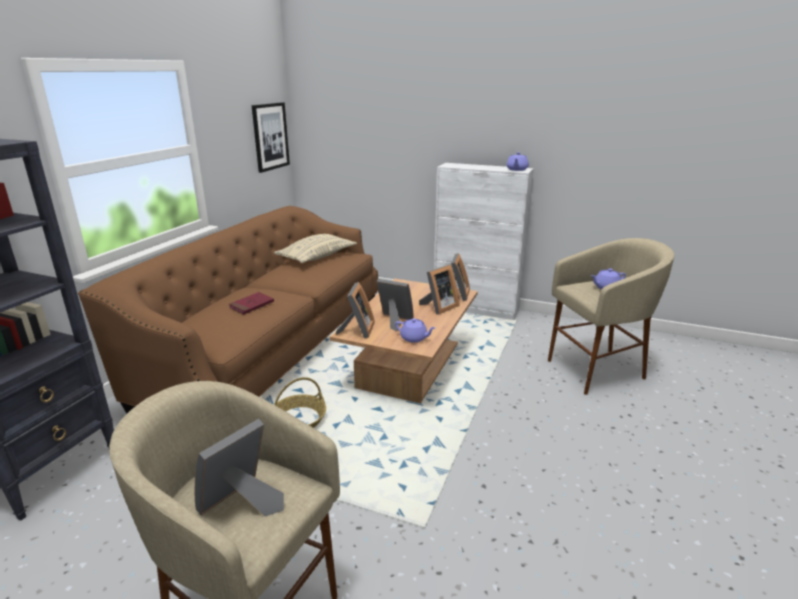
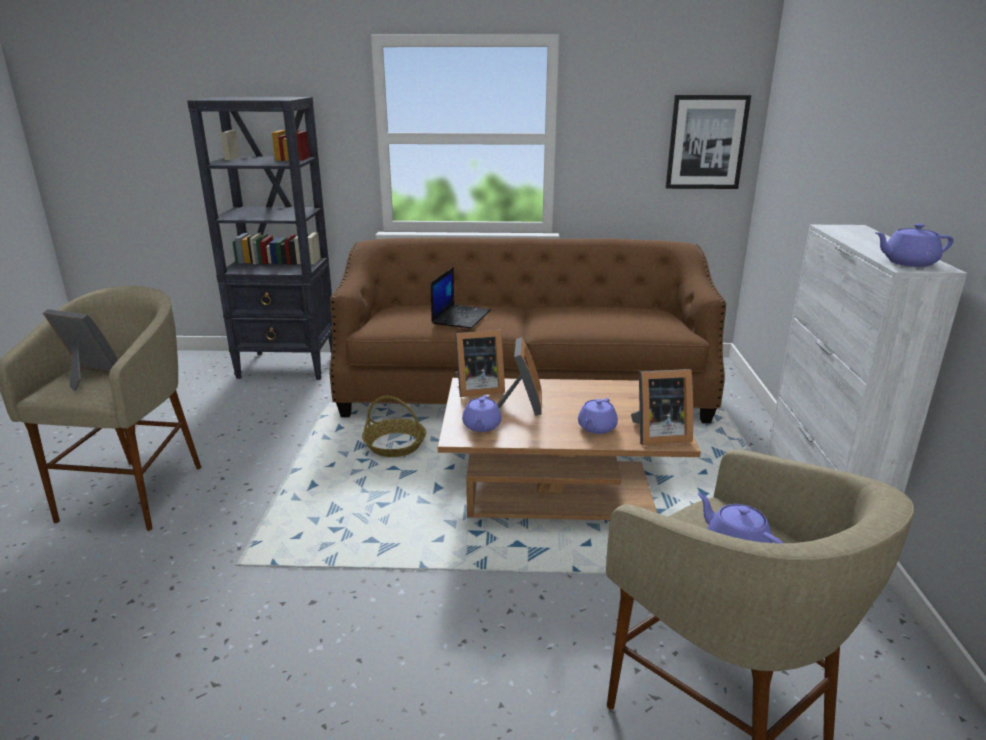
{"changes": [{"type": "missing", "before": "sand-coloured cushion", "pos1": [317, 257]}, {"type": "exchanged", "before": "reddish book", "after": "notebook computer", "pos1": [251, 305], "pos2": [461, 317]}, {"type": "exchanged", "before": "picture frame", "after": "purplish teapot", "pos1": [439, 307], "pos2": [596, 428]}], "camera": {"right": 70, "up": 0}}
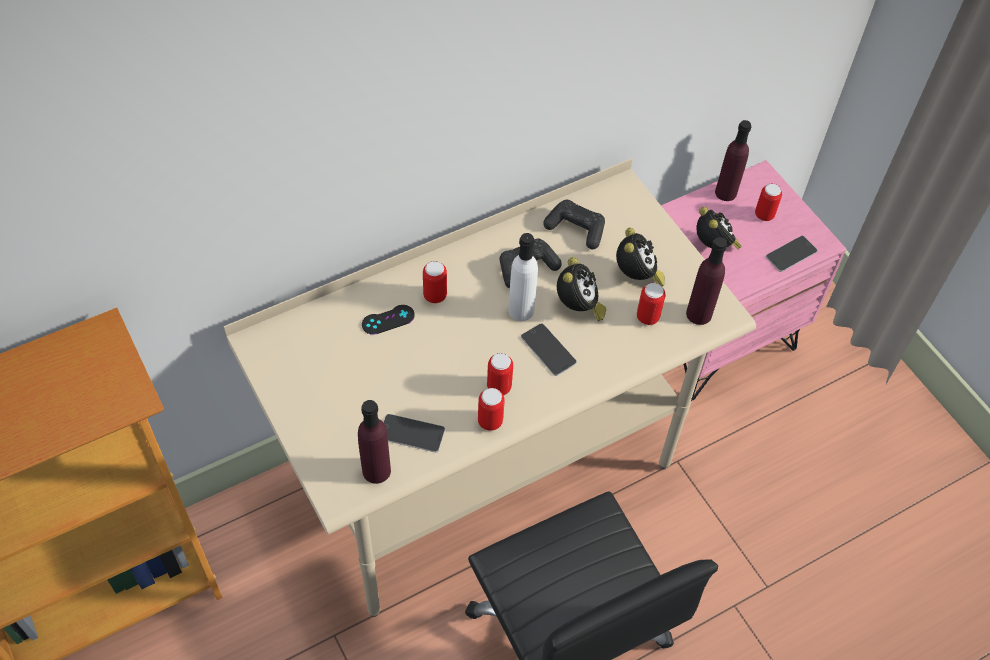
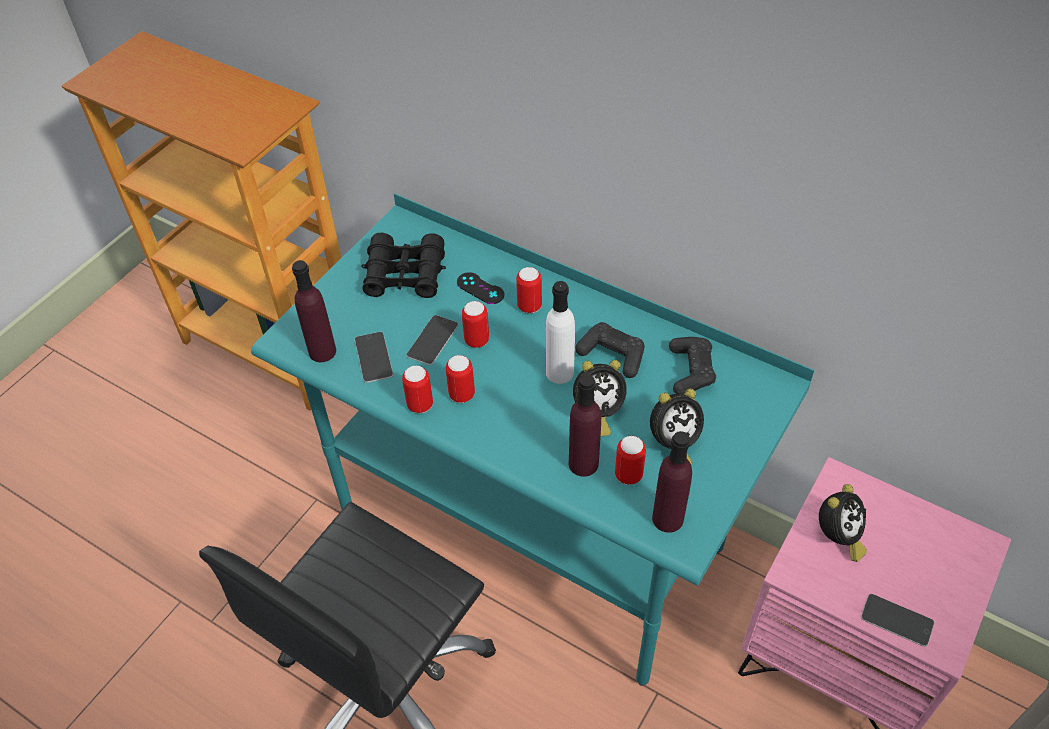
{"changes": [{"type": "appeared", "after": "black-coloured binoculars", "pos2": [405, 274]}, {"type": "relocated", "before": "phone", "pos1": [548, 349], "pos2": [432, 340]}, {"type": "relocated", "before": "purplish bottle", "pos1": [726, 192], "pos2": [583, 463]}, {"type": "relocated", "before": "sealed can", "pos1": [764, 215], "pos2": [477, 340]}, {"type": "colour", "before": "sand-coloured desk unit", "after": "turquoise desk unit", "pos1": [486, 474], "pos2": [531, 532]}], "camera": {"right": 65, "up": -5}}
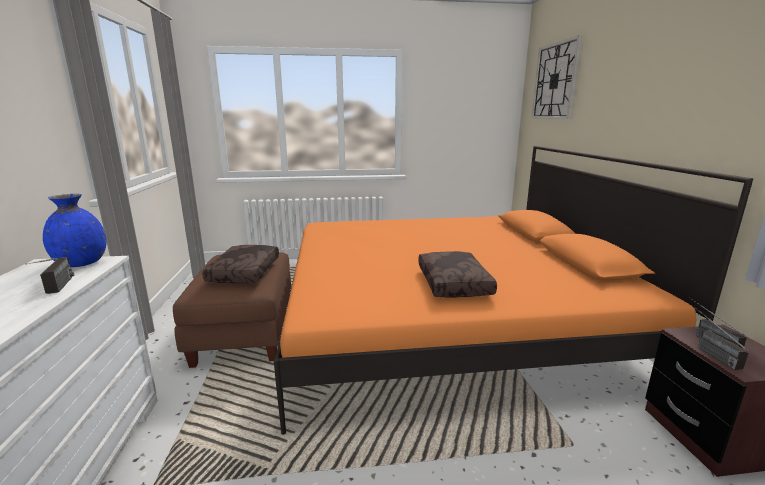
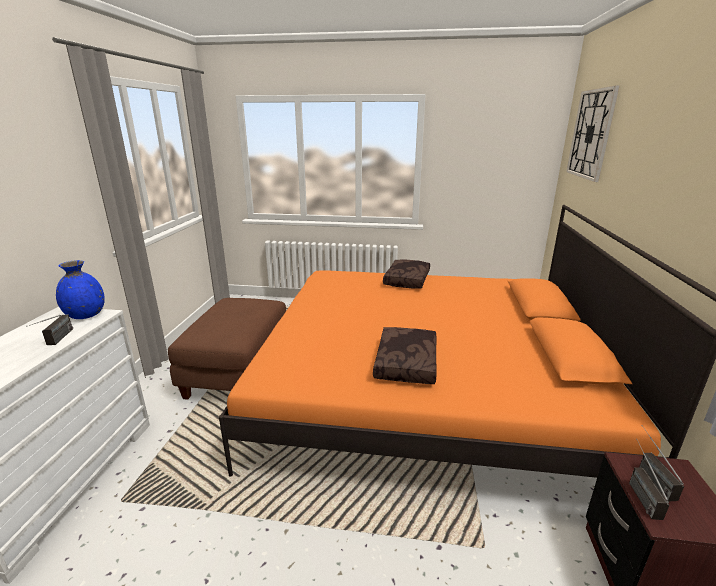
{"changes": [{"type": "relocated", "before": "brown cushion", "pos1": [245, 272], "pos2": [408, 280]}], "camera": {"right": 15, "up": 5}}
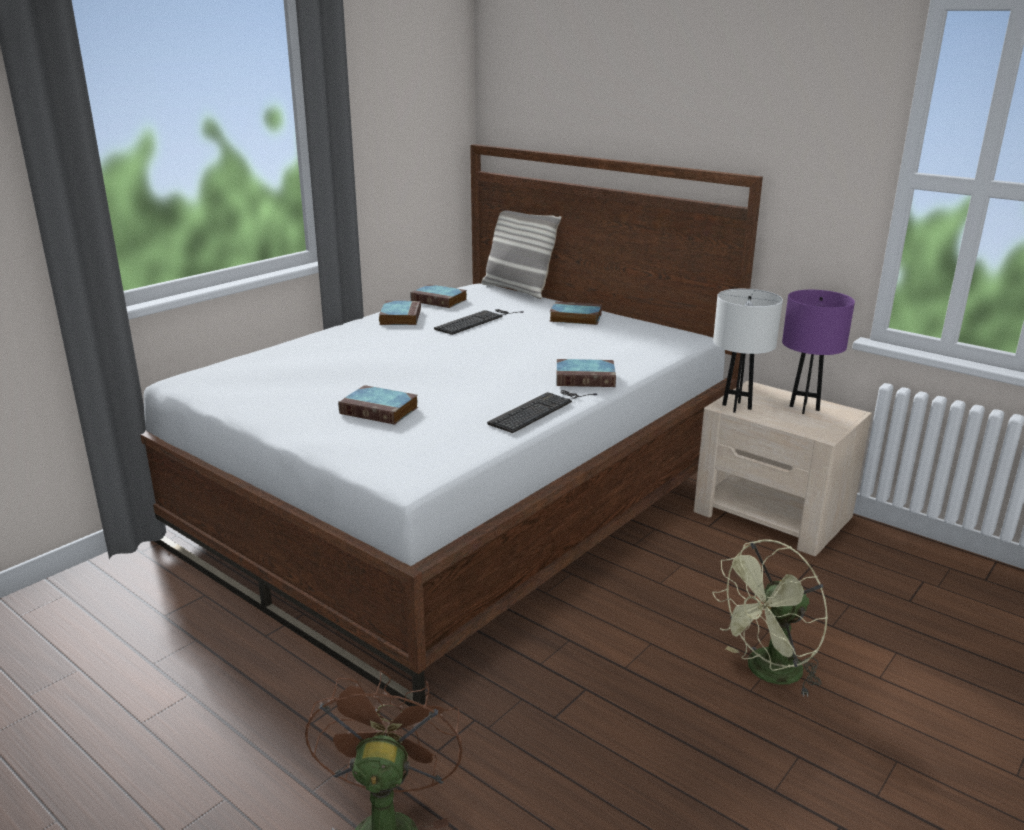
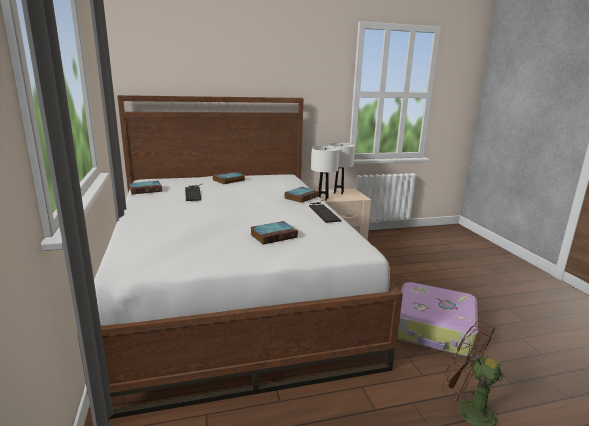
{"changes": [{"type": "missing", "before": "book", "pos1": [400, 317]}, {"type": "missing", "before": "cushion", "pos1": [517, 290]}, {"type": "missing", "before": "green fan", "pos1": [767, 673]}, {"type": "appeared", "after": "travel case", "pos2": [433, 329]}, {"type": "colour", "before": "purplish lamp for a table", "after": "white-coloured lamp for a table", "pos1": [804, 408], "pos2": [338, 192]}], "camera": {"right": -55, "up": -5}}
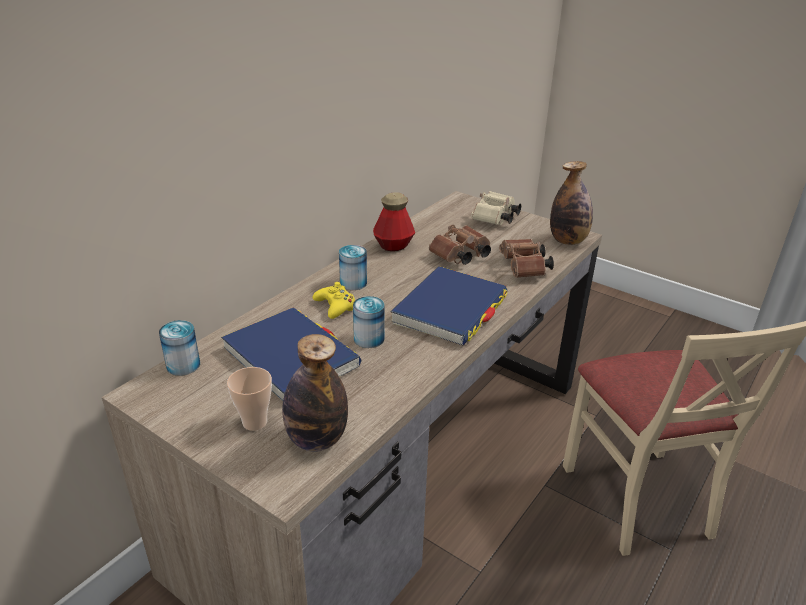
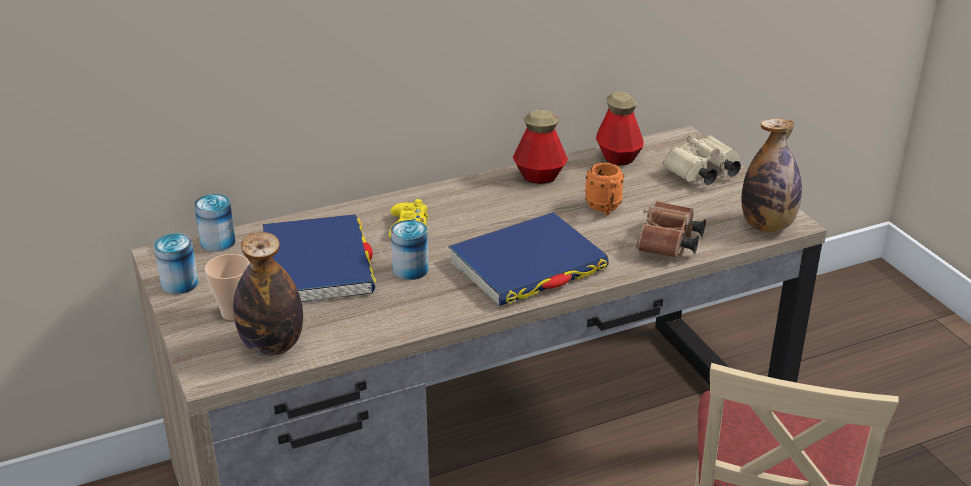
{"changes": [{"type": "appeared", "after": "bottle", "pos2": [618, 157]}, {"type": "relocated", "before": "sealed can", "pos1": [353, 283], "pos2": [179, 284]}, {"type": "exchanged", "before": "brown binoculars", "after": "orange tea mug", "pos1": [459, 256], "pos2": [604, 209]}], "camera": {"right": 30, "up": 0}}
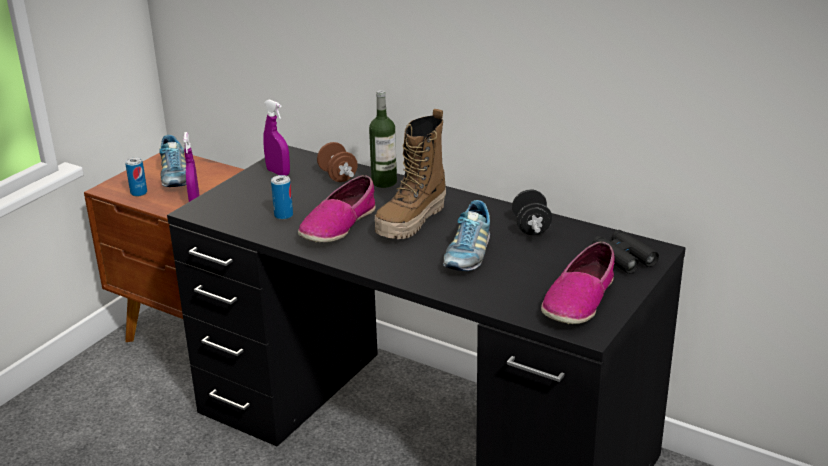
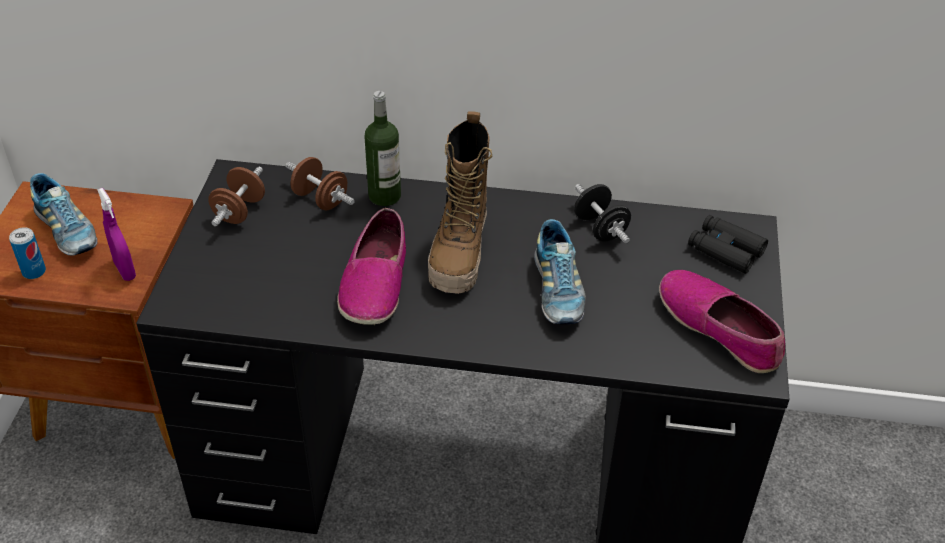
{"changes": [{"type": "missing", "before": "sealed can", "pos1": [283, 215]}, {"type": "exchanged", "before": "purplish spray bottle", "after": "brown free weight", "pos1": [278, 172], "pos2": [239, 211]}, {"type": "spun", "before": "shoe", "pos1": [579, 300], "pos2": [719, 328], "turn": 135}], "camera": {"right": -25, "up": 15}}
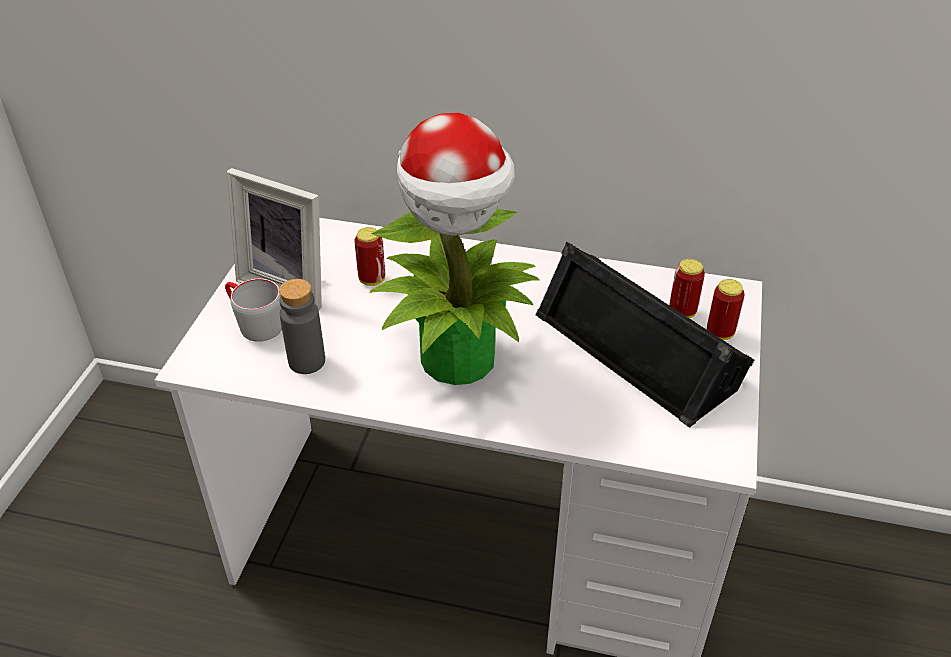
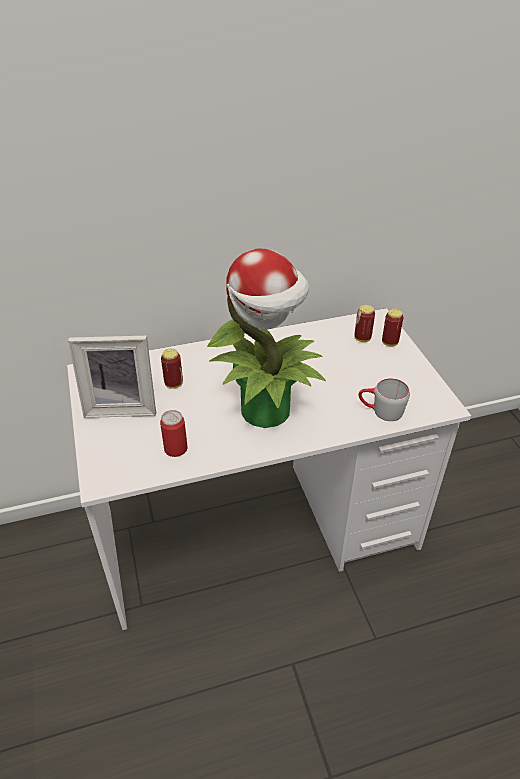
{"changes": [{"type": "missing", "before": "black-coloured speaker", "pos1": [640, 346]}, {"type": "relocated", "before": "greyish tea mug", "pos1": [254, 323], "pos2": [380, 411]}, {"type": "exchanged", "before": "greyish bottle", "after": "sealed can", "pos1": [307, 361], "pos2": [175, 449]}], "camera": {"right": -30, "up": 0}}
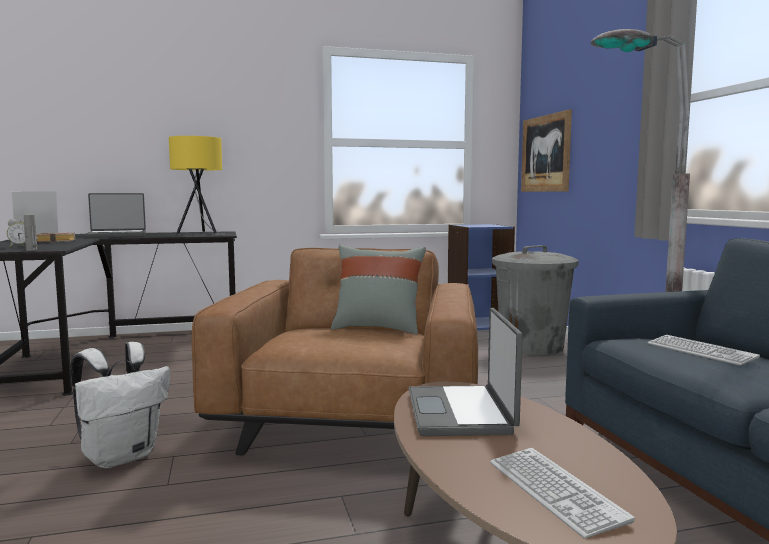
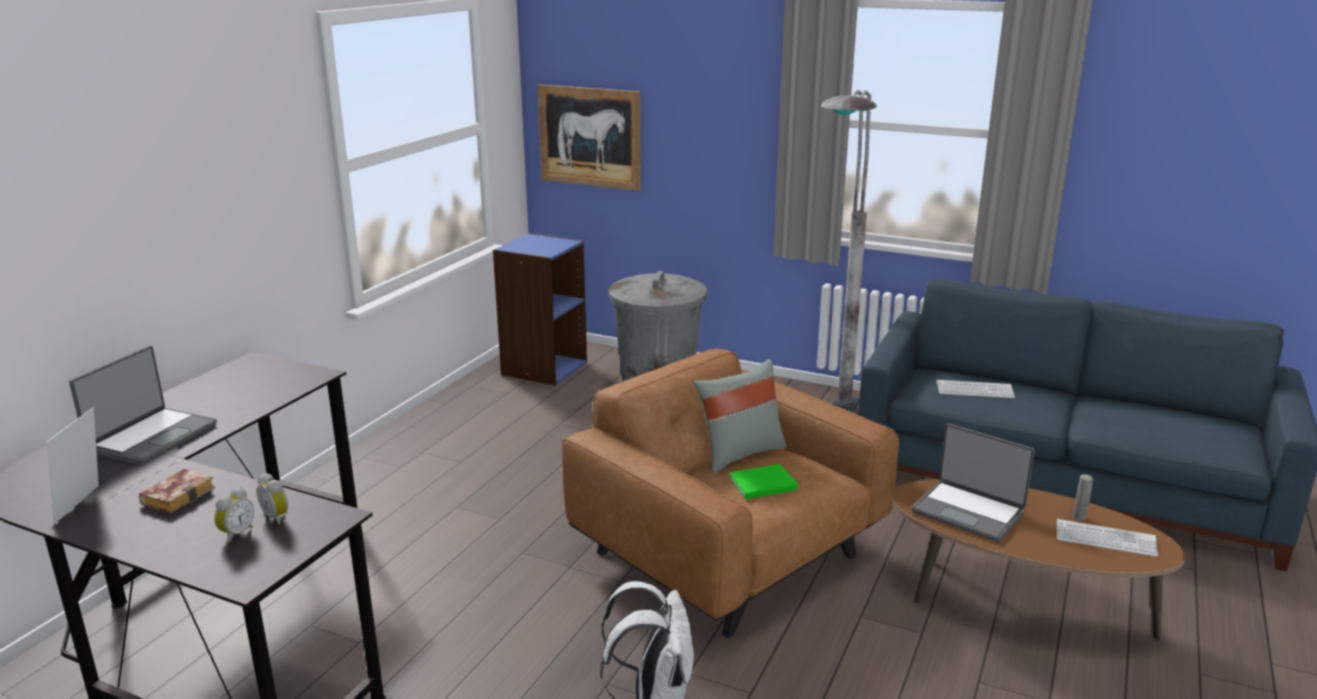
{"changes": [{"type": "missing", "before": "yellow lamp for a table", "pos1": [200, 233]}, {"type": "appeared", "after": "alarm clock", "pos2": [277, 517]}, {"type": "appeared", "after": "green book", "pos2": [761, 484]}, {"type": "relocated", "before": "greyish bottle", "pos1": [31, 250], "pos2": [1079, 517]}], "camera": {"right": -50, "up": 15}}
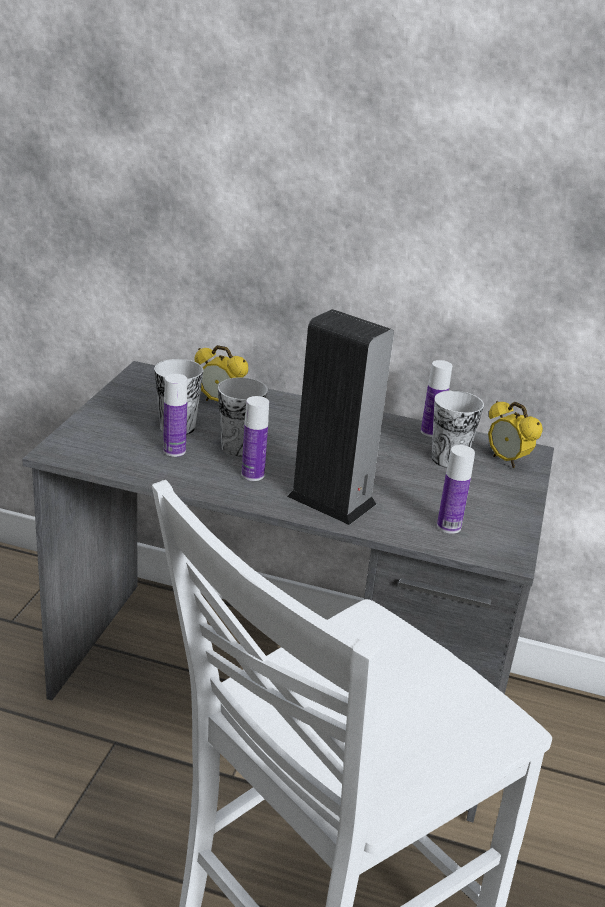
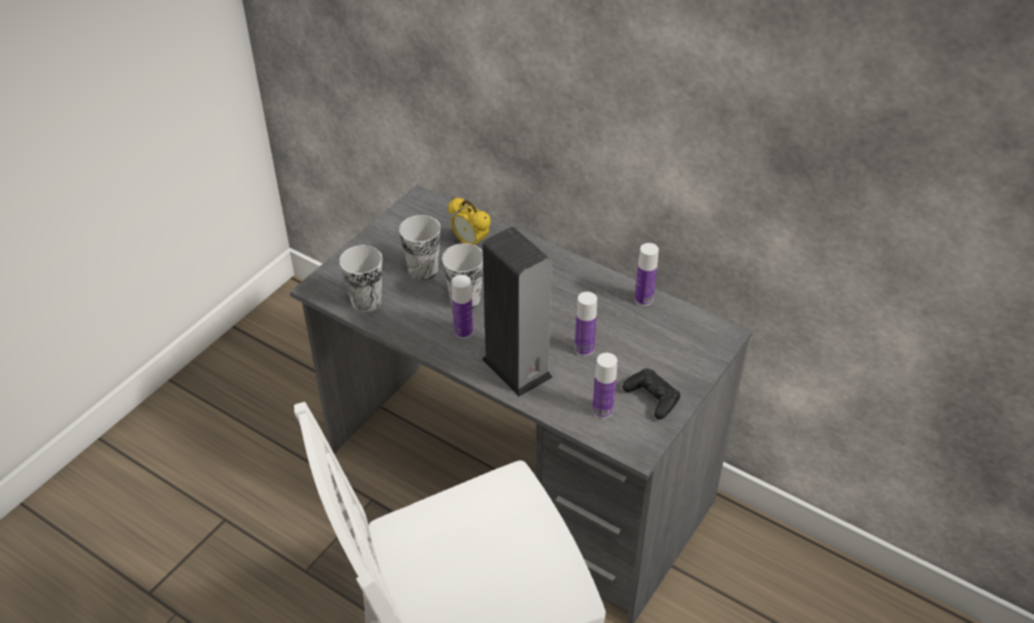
{"changes": [{"type": "missing", "before": "alarm clock", "pos1": [506, 461]}, {"type": "appeared", "after": "black-coloured game controller", "pos2": [652, 397]}, {"type": "relocated", "before": "bottle", "pos1": [174, 451], "pos2": [584, 349]}, {"type": "relocated", "before": "drinking cup", "pos1": [448, 459], "pos2": [366, 301]}], "camera": {"right": 20, "up": 15}}
